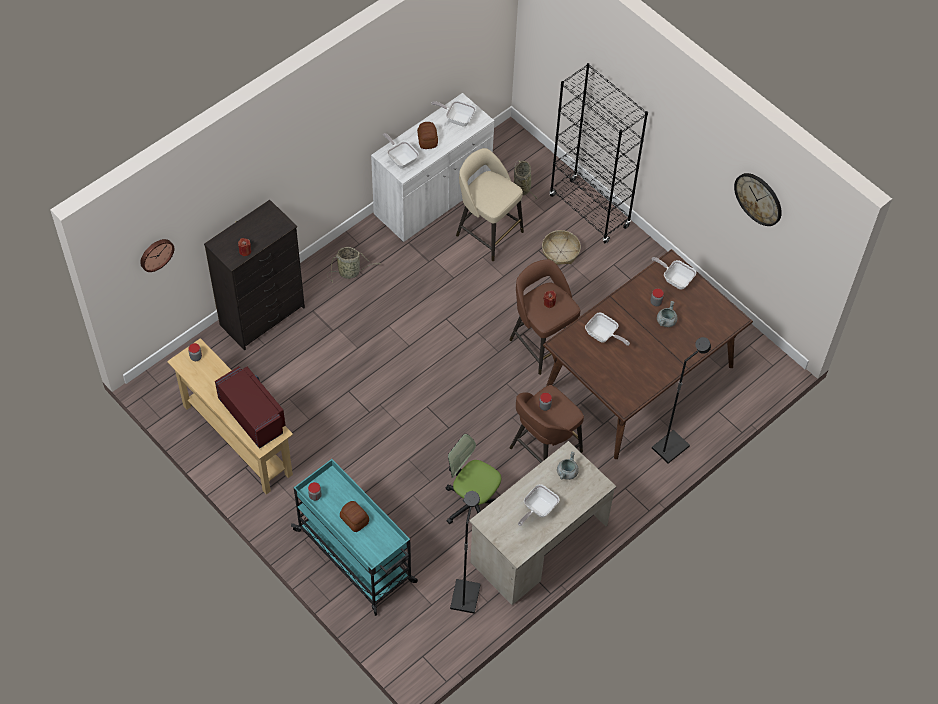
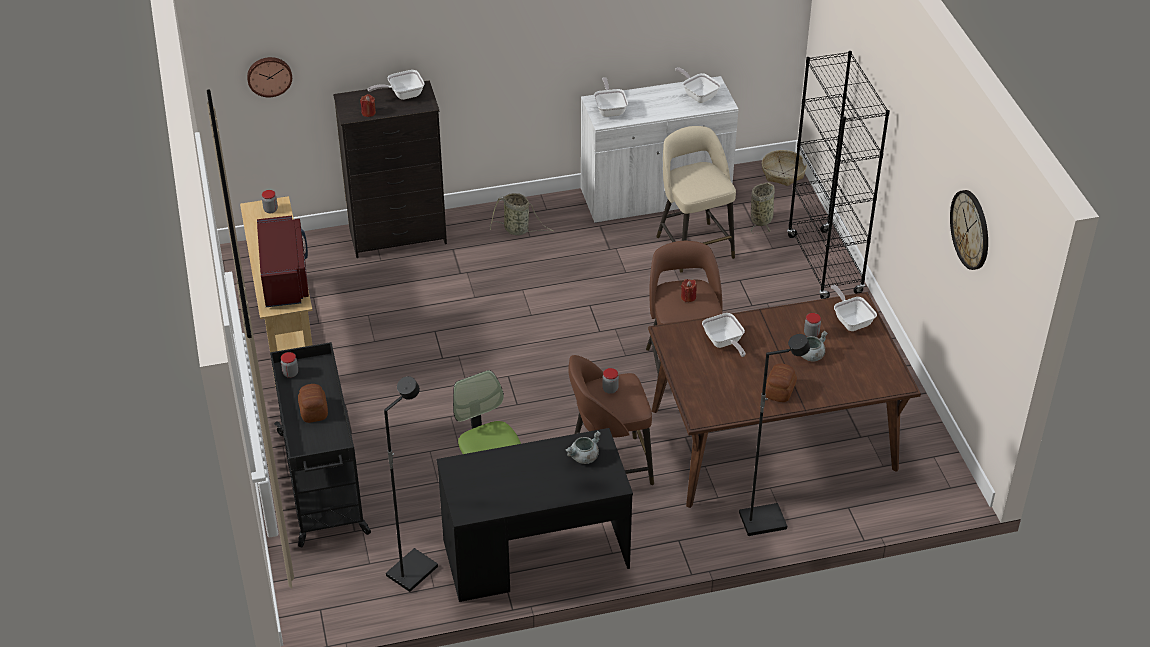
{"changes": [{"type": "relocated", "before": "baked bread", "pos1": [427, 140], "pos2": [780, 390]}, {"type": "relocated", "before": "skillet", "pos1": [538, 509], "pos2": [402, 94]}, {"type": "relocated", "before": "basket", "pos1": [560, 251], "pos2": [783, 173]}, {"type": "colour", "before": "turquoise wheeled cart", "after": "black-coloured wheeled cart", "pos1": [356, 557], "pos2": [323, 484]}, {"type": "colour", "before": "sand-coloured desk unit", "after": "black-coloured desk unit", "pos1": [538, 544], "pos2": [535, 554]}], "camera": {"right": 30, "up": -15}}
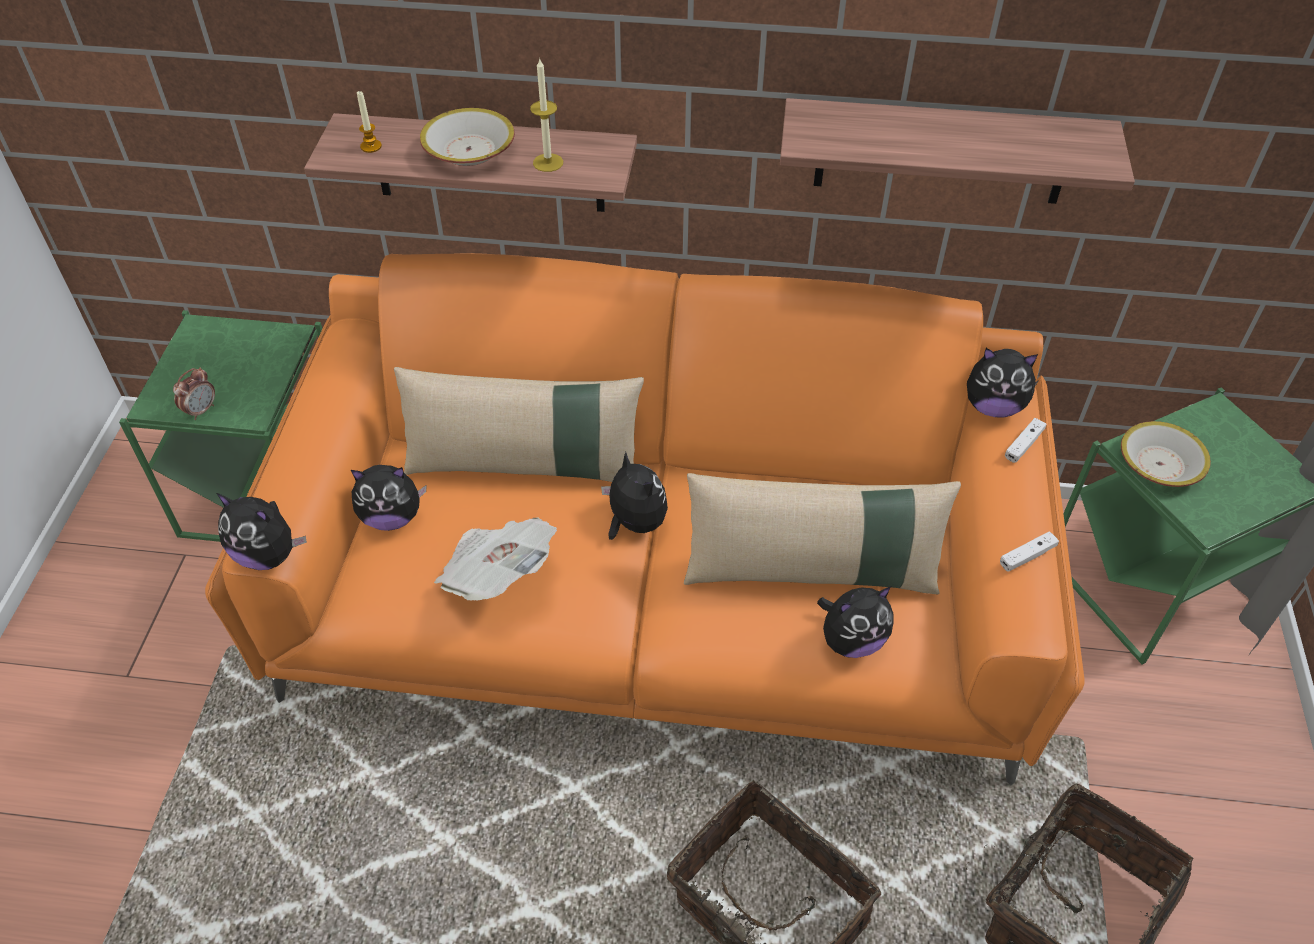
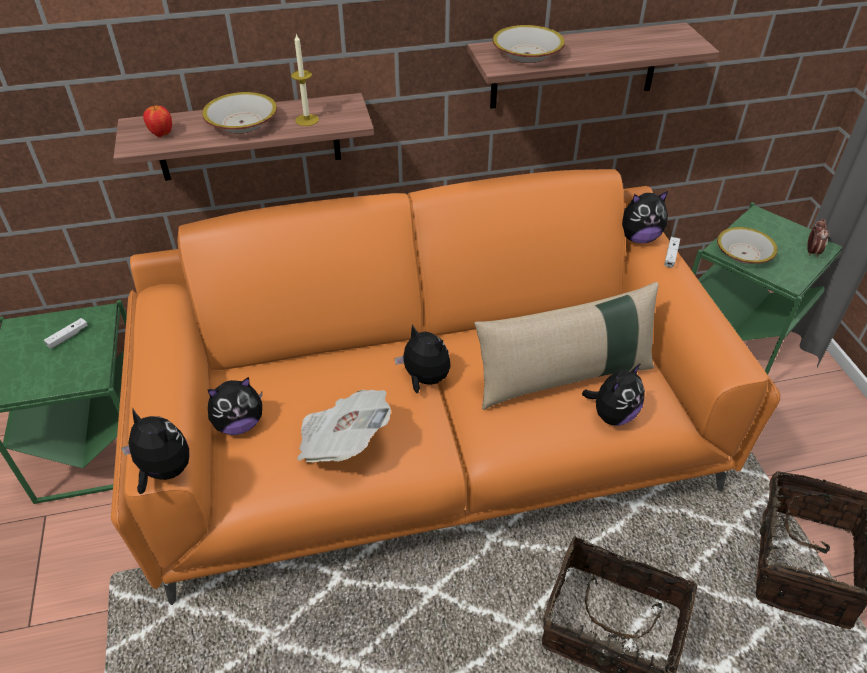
{"changes": [{"type": "missing", "before": "sand-coloured cushion", "pos1": [525, 465]}, {"type": "appeared", "after": "bowl", "pos2": [526, 54]}, {"type": "relocated", "before": "alarm clock", "pos1": [201, 410], "pos2": [812, 252]}, {"type": "relocated", "before": "white-coloured game controller", "pos1": [1027, 556], "pos2": [68, 337]}, {"type": "exchanged", "before": "wax light", "after": "apple fruit", "pos1": [371, 146], "pos2": [161, 134]}, {"type": "spun", "before": "plush toy", "pos1": [268, 554], "pos2": [163, 472], "turn": -150}], "camera": {"right": -20, "up": -5}}
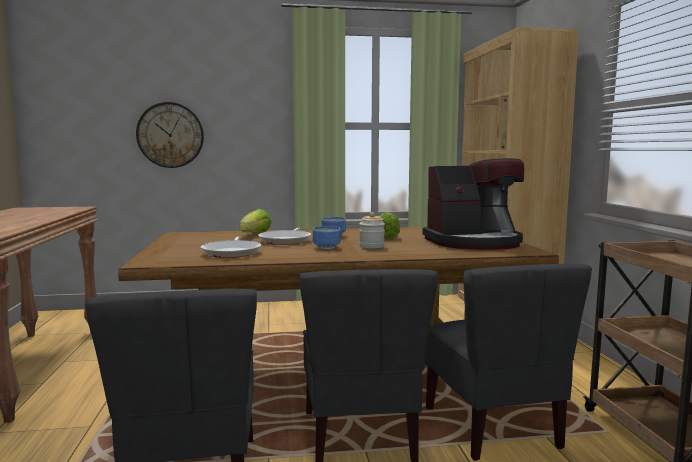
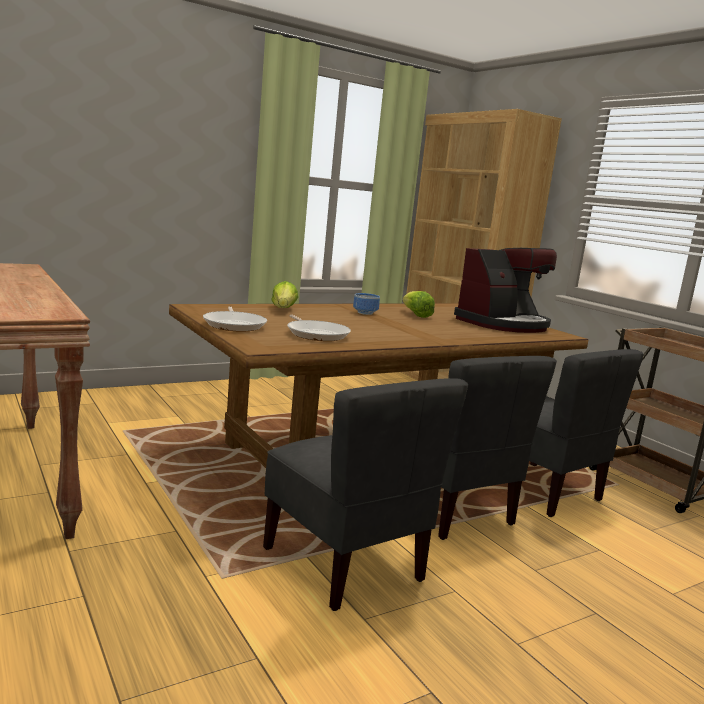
{"changes": [{"type": "missing", "before": "wall clock", "pos1": [170, 135]}, {"type": "missing", "before": "bowl", "pos1": [327, 247]}, {"type": "missing", "before": "preserve jar", "pos1": [371, 246]}, {"type": "relocated", "before": "skillet", "pos1": [286, 240], "pos2": [234, 325]}], "camera": {"right": -25, "up": 5}}
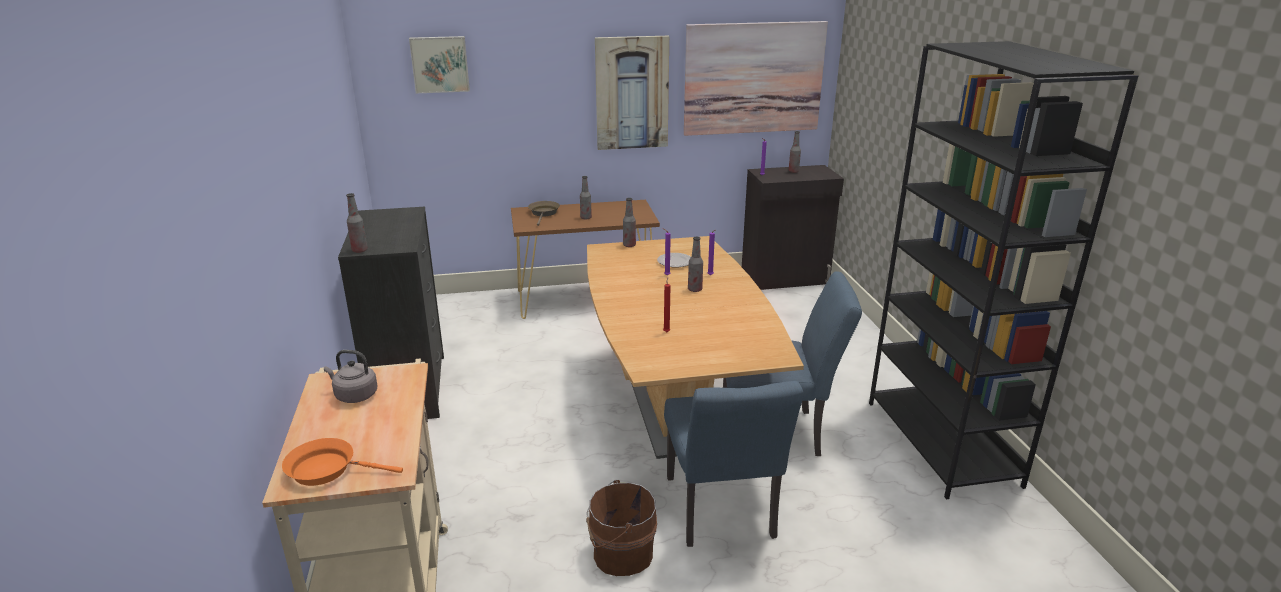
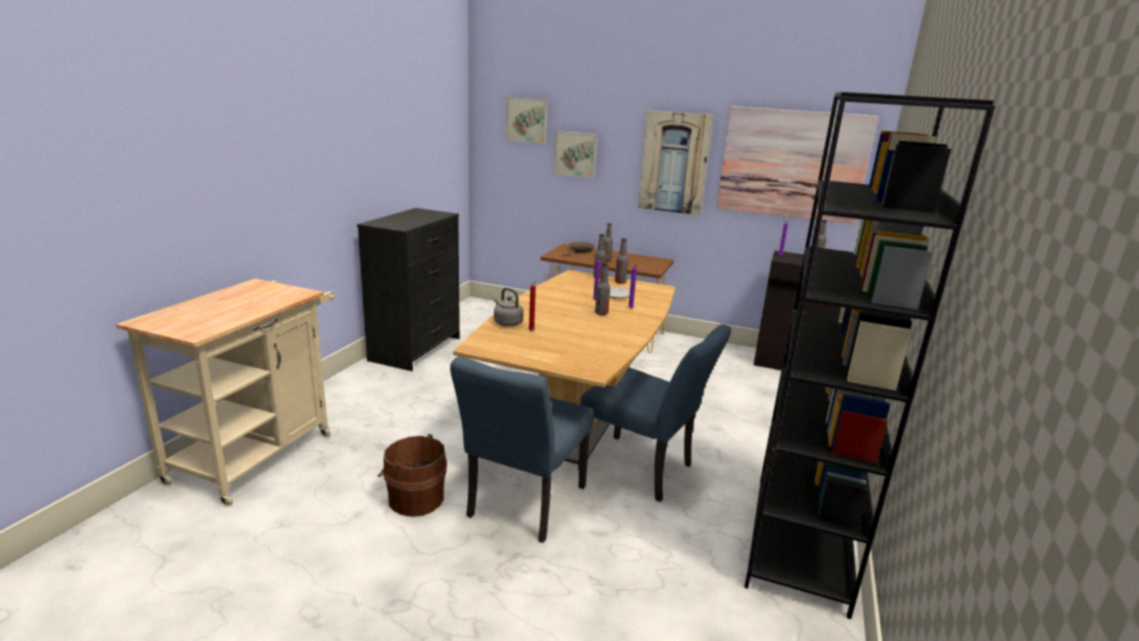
{"changes": [{"type": "missing", "before": "orange skillet", "pos1": [327, 469]}, {"type": "appeared", "after": "wall art", "pos2": [576, 154]}, {"type": "relocated", "before": "greyish kettle", "pos1": [354, 395], "pos2": [507, 323]}, {"type": "relocated", "before": "bottle", "pos1": [359, 250], "pos2": [620, 282]}], "camera": {"right": 30, "up": -5}}
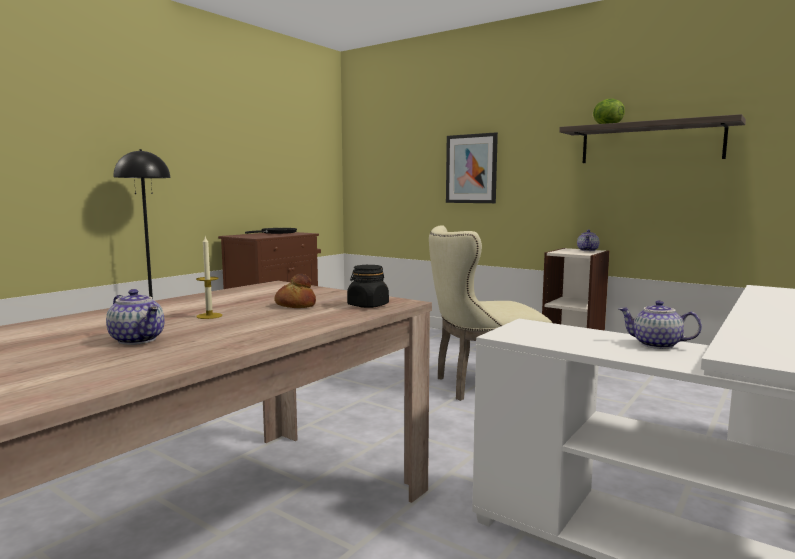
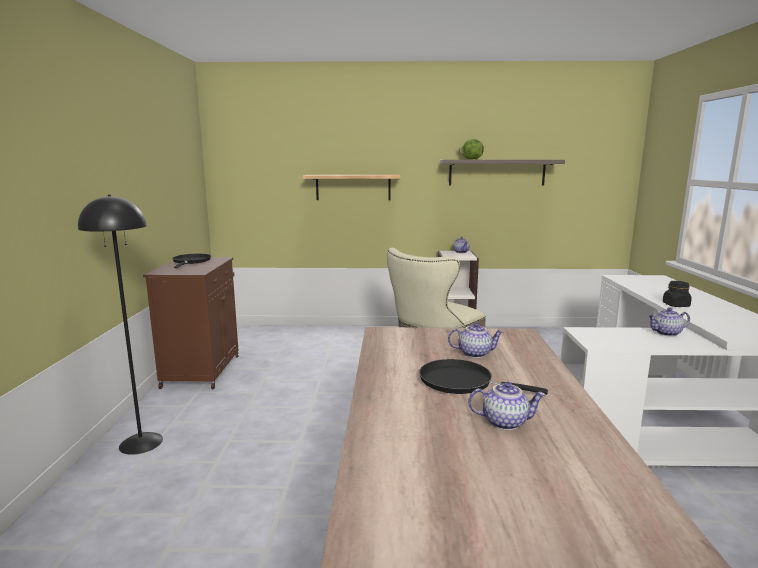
{"changes": [{"type": "relocated", "before": "black-coloured preserve jar", "pos1": [368, 305], "pos2": [676, 305]}, {"type": "exchanged", "before": "wax light", "after": "black-coloured skillet", "pos1": [209, 316], "pos2": [461, 382]}, {"type": "exchanged", "before": "baked bread", "after": "teapot", "pos1": [296, 305], "pos2": [474, 353]}, {"type": "exchanged", "before": "wall art", "after": "shelf", "pos1": [471, 169], "pos2": [353, 187]}], "camera": {"right": -35, "up": 5}}
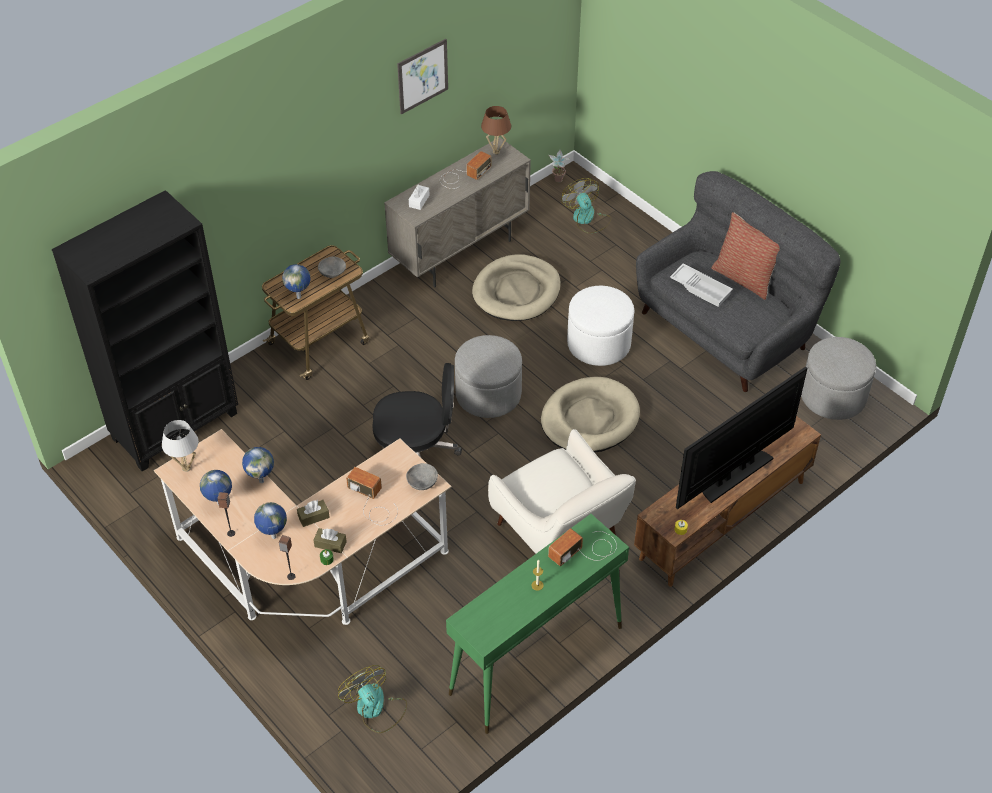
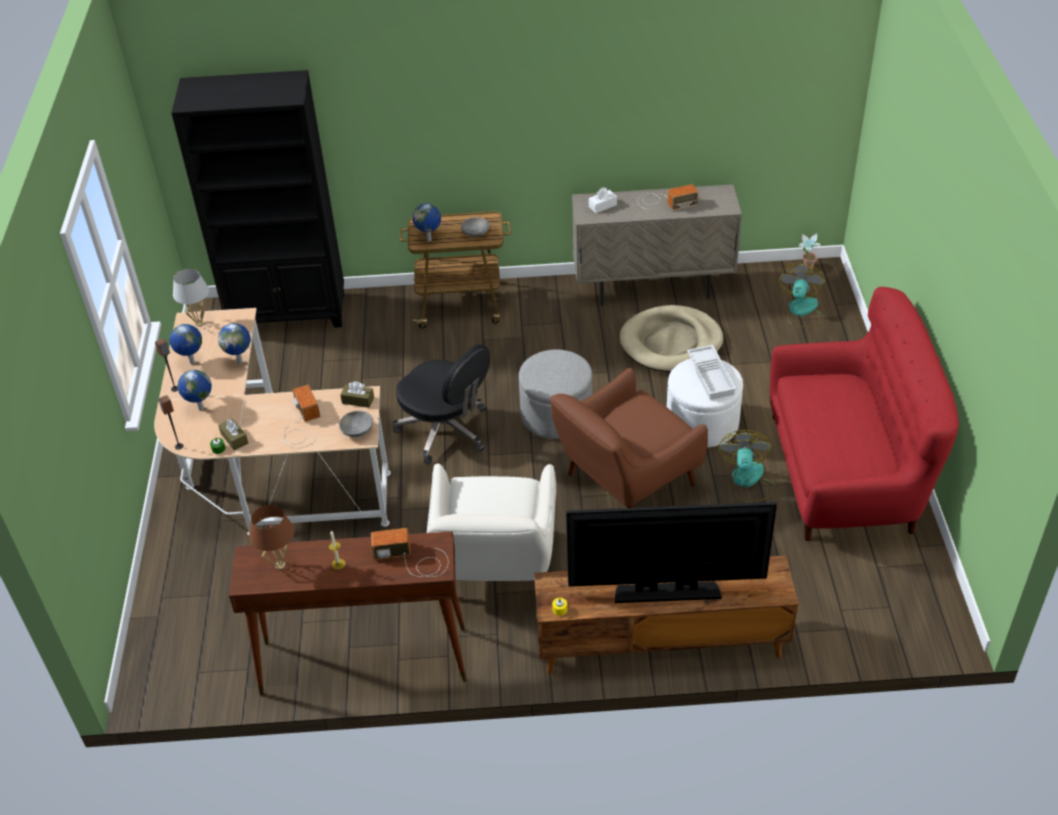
{"changes": [{"type": "missing", "before": "wall art", "pos1": [422, 76]}, {"type": "missing", "before": "cushion", "pos1": [744, 278]}, {"type": "missing", "before": "greyish ottoman", "pos1": [833, 396]}, {"type": "relocated", "before": "brown box of tissues", "pos1": [313, 517], "pos2": [358, 400]}, {"type": "relocated", "before": "fan", "pos1": [375, 709], "pos2": [748, 481]}, {"type": "relocated", "before": "brown lamp for a table", "pos1": [496, 152], "pos2": [279, 565]}, {"type": "relocated", "before": "white-coloured carrying tray", "pos1": [701, 288], "pos2": [712, 376]}, {"type": "exchanged", "before": "sand-coloured dog cushion", "after": "brown lounge chair", "pos1": [589, 419], "pos2": [625, 483]}, {"type": "colour", "before": "green console table", "after": "brown console table", "pos1": [535, 661], "pos2": [362, 661]}, {"type": "colour", "before": "greyish couch", "after": "reddish couch", "pos1": [726, 327], "pos2": [847, 472]}], "camera": {"right": 40, "up": -5}}
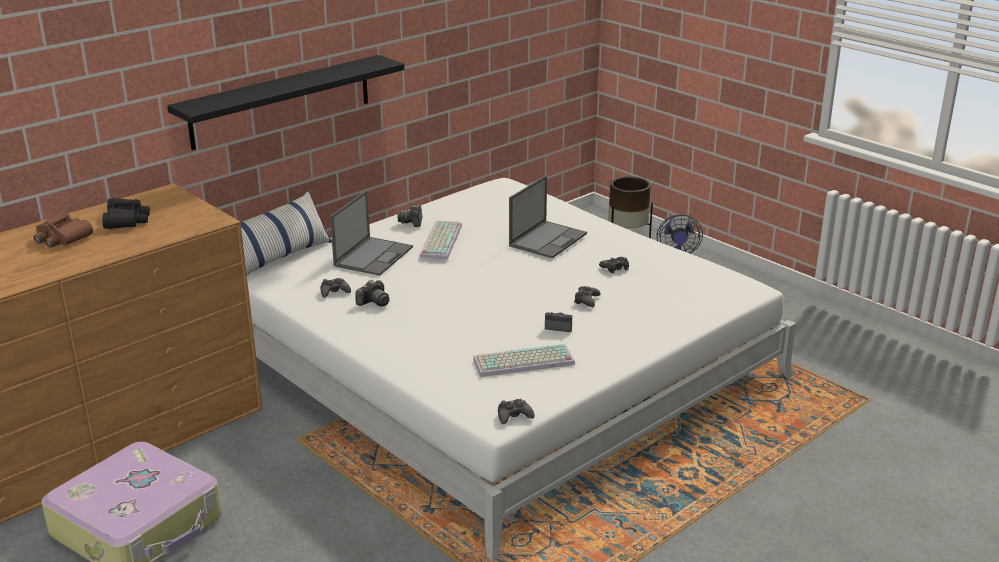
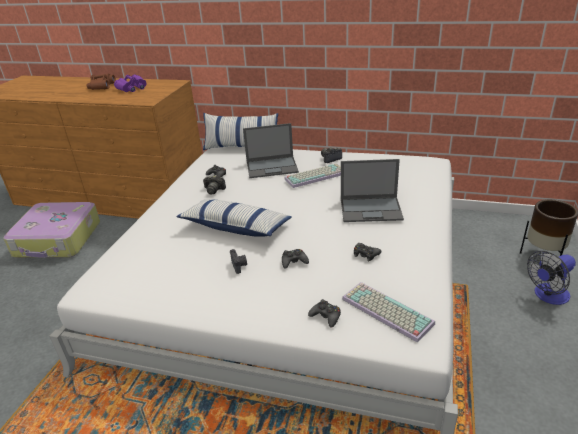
{"changes": [{"type": "missing", "before": "black-coloured shelf", "pos1": [281, 101]}, {"type": "appeared", "after": "cushion", "pos2": [235, 227]}, {"type": "relocated", "before": "keyboard", "pos1": [523, 363], "pos2": [384, 311]}, {"type": "relocated", "before": "black-coloured game controller", "pos1": [514, 416], "pos2": [326, 316]}, {"type": "colour", "before": "black-coloured binoculars", "after": "purplish binoculars", "pos1": [126, 220], "pos2": [132, 88]}], "camera": {"right": 60, "up": 5}}
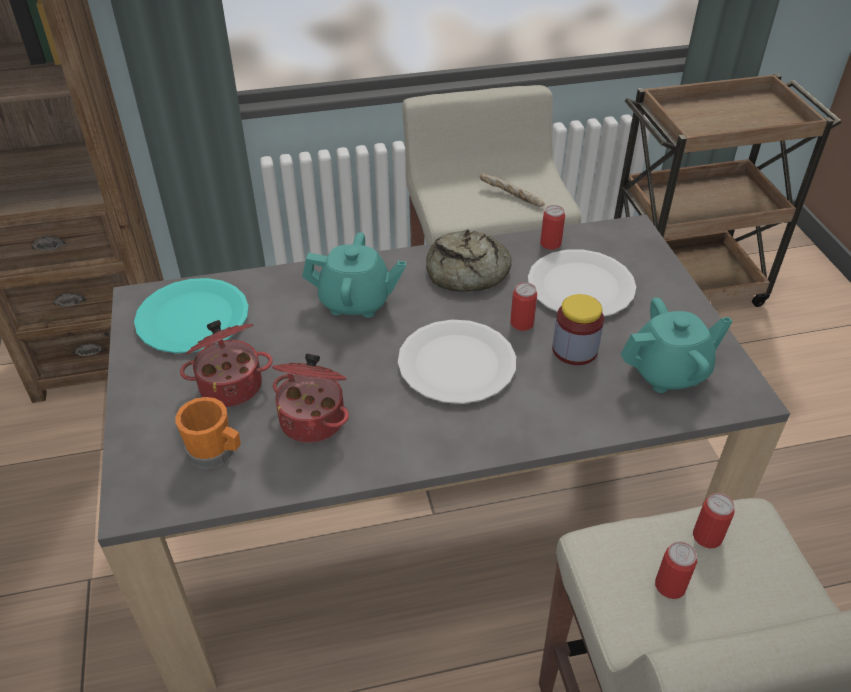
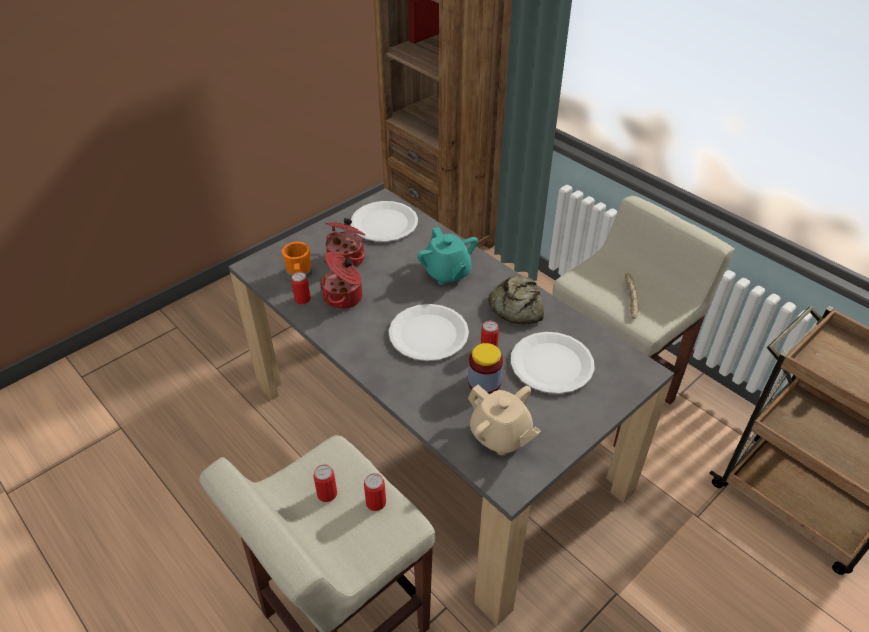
{"changes": [{"type": "relocated", "before": "sealed can", "pos1": [550, 244], "pos2": [302, 299]}, {"type": "colour", "before": "turquoise flat dish", "after": "white-coloured flat dish", "pos1": [193, 318], "pos2": [384, 223]}, {"type": "colour", "before": "turquoise teapot", "after": "sand-coloured teapot", "pos1": [668, 372], "pos2": [500, 436]}], "camera": {"right": 60, "up": 0}}
